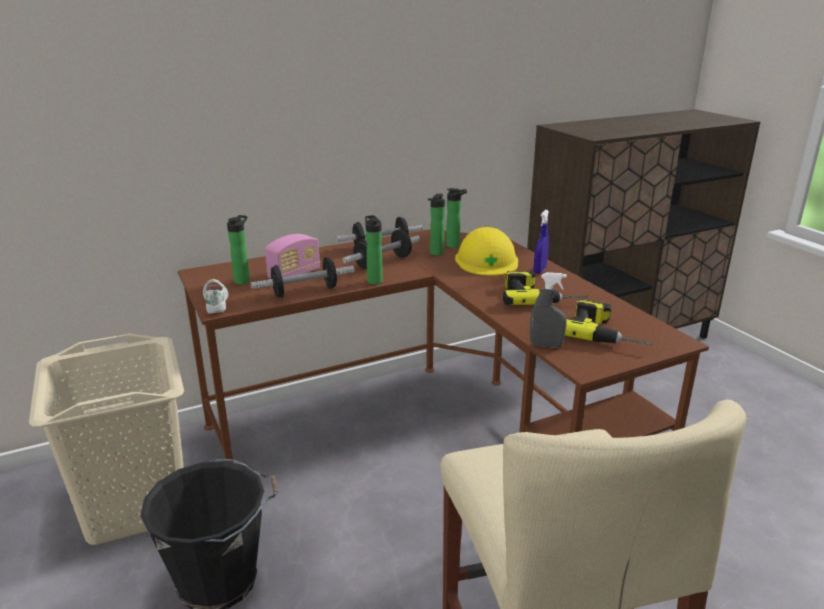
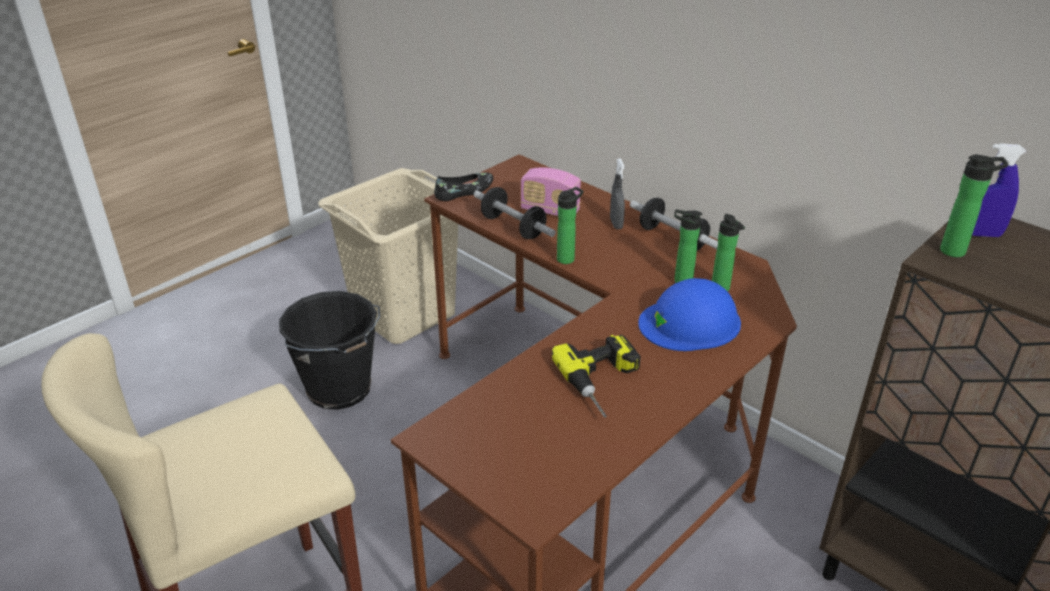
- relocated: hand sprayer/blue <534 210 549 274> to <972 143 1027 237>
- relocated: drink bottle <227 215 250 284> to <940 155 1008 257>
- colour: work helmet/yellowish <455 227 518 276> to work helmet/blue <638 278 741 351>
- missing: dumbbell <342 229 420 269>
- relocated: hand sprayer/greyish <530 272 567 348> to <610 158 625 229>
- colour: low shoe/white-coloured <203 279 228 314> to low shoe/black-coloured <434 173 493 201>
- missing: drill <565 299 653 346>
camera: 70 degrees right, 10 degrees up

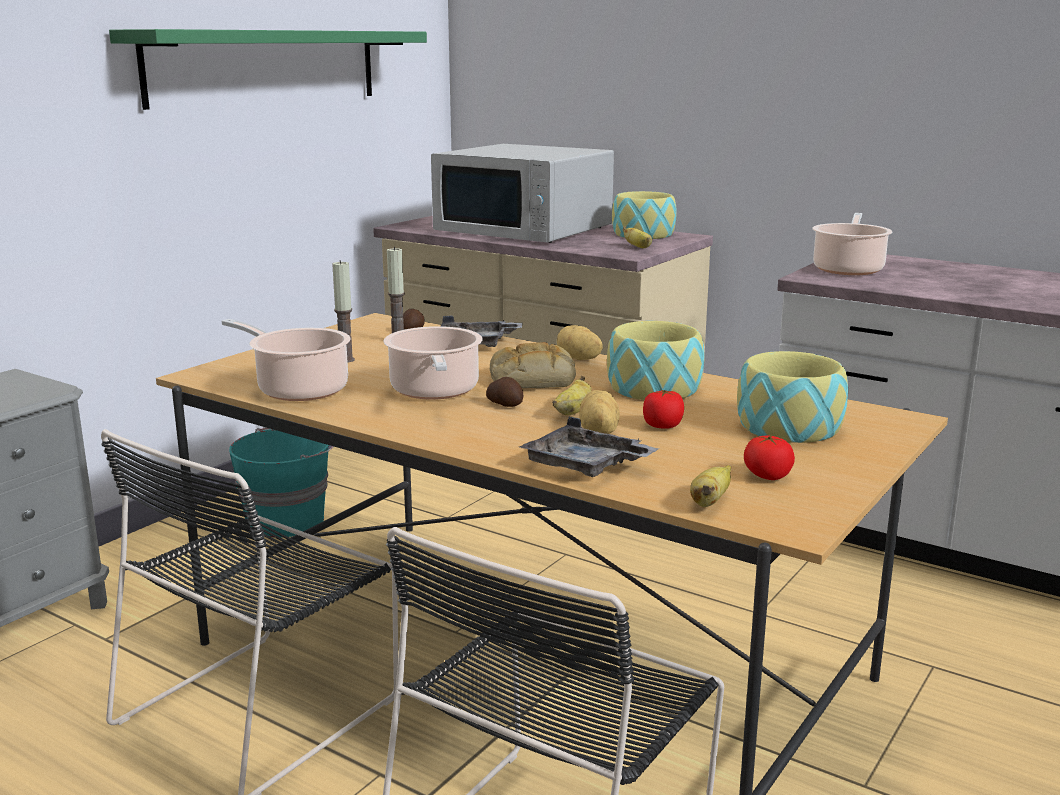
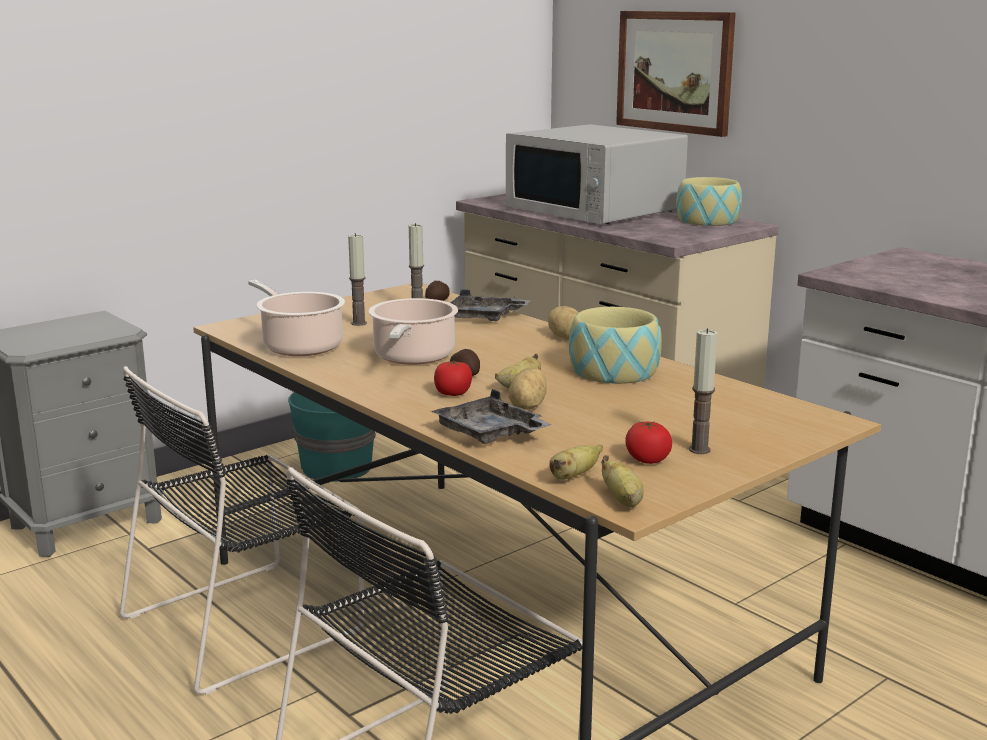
- missing: bracket shelf/green-coloured <109 29 427 110>
- missing: cooking pot <812 213 892 275>
- relocated: banana <623 226 652 248> to <601 455 644 507>
- missing: baked bread <489 342 576 388>
- missing: deep dish <737 351 848 443>
- relocated: whole tomato <643 390 684 429> to <434 360 472 396>
- appeared: wall picture <616 11 736 137>
- appeared: wax light <689 328 717 454>
camera: 15 degrees right, 0 degrees up

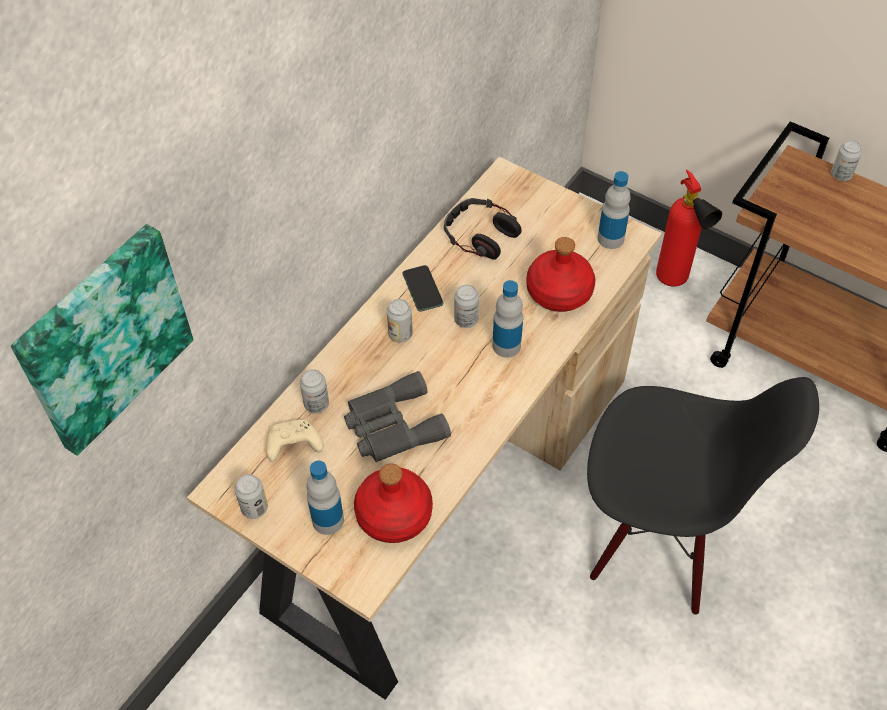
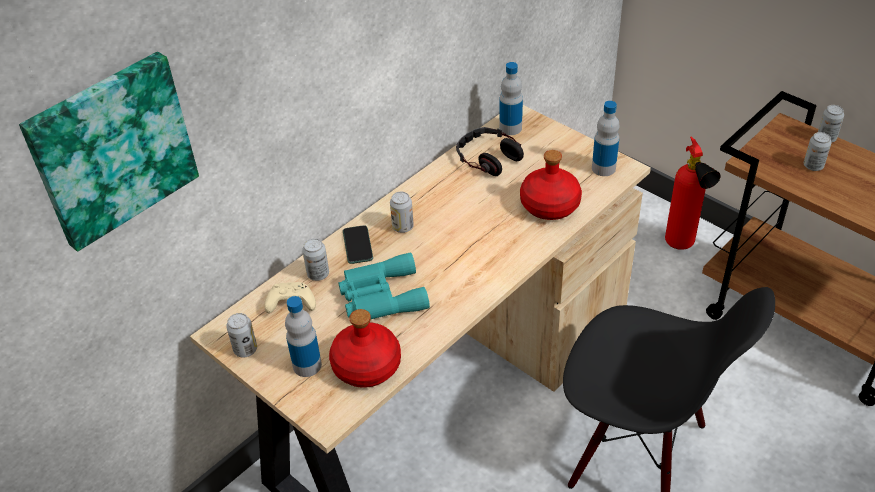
- relocated: telephone <403 265 443 312> to <343 225 373 264>
- relocated: drink bottle <492 280 523 358> to <499 62 523 135>
- relocated: can <454 285 479 328> to <804 132 831 171>
- colour: pair of binoculars/greyish <344 371 451 462> to pair of binoculars/turquoise <338 252 430 319>
camera: 10 degrees right, 10 degrees down

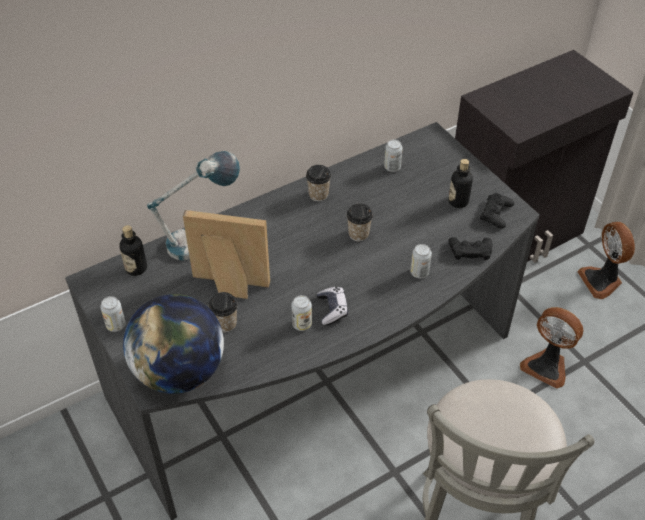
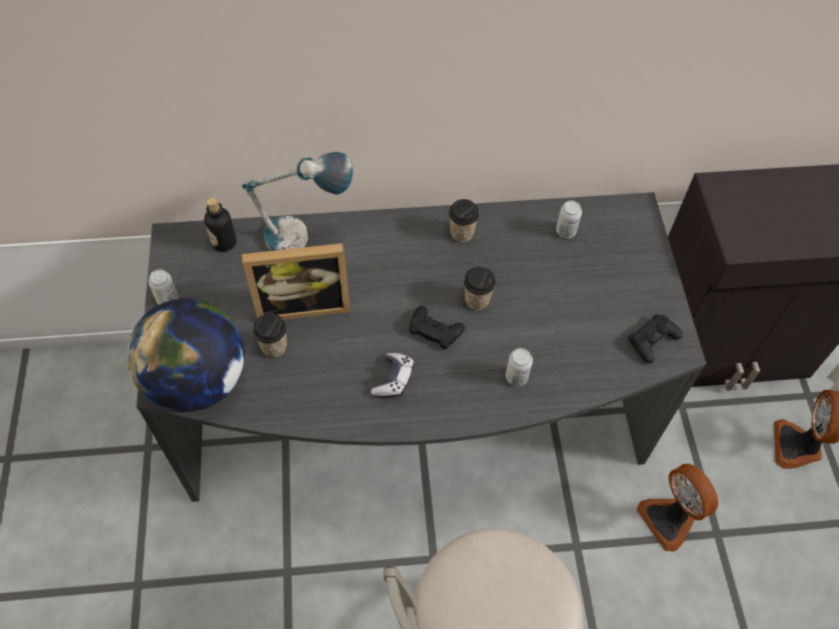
- missing: drink bottle <449 159 473 208>
- spun: picture frame <183 210 270 299> = <242 243 350 320> 135 degrees clockwise
- relocated: joypad/black-coloured <449 237 492 260> to <409 306 465 349>
- missing: can <291 295 312 331>
camera: 25 degrees right, 10 degrees up

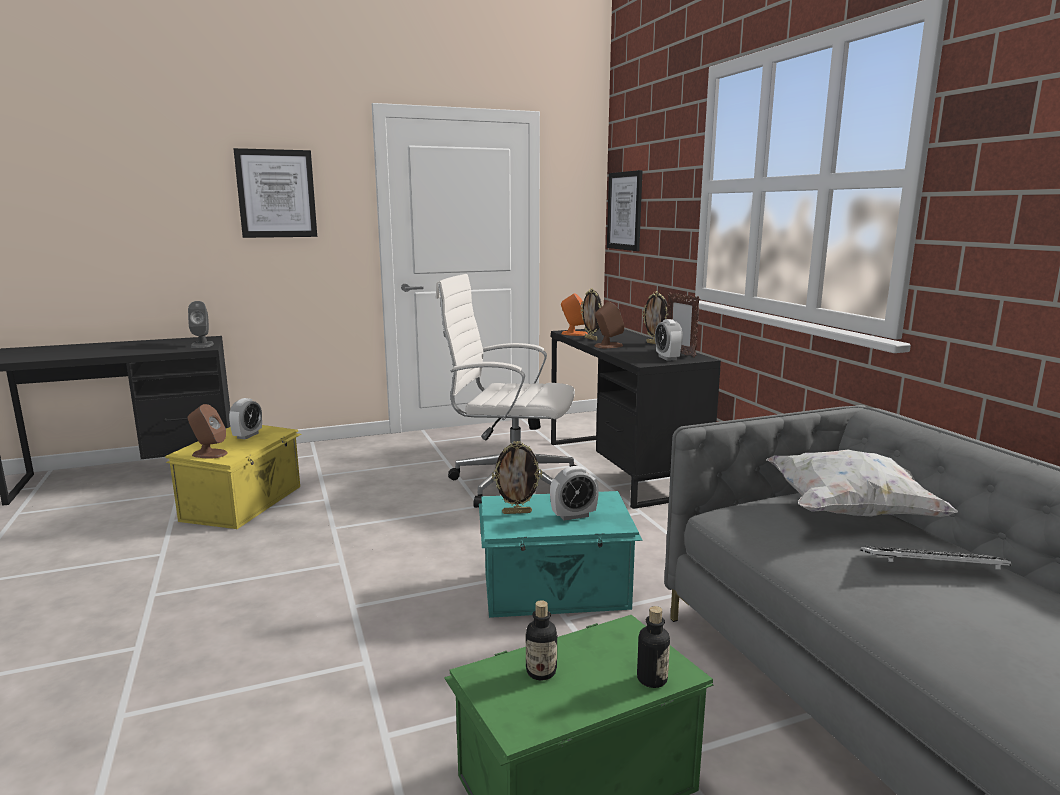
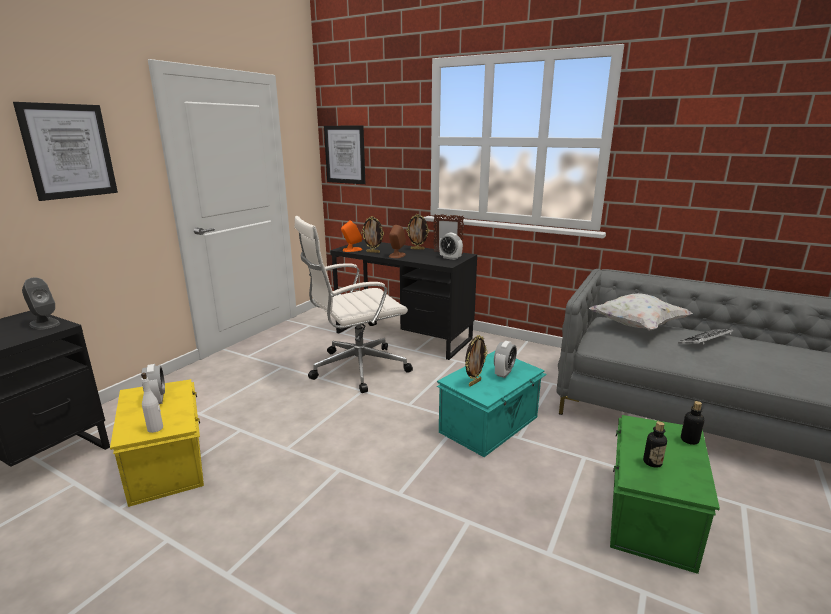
- exchanged: audio speaker/brown-coloured <188 404 227 459> to drink bottle/white-coloured <141 373 163 433>
camera: 40 degrees left, 5 degrees up

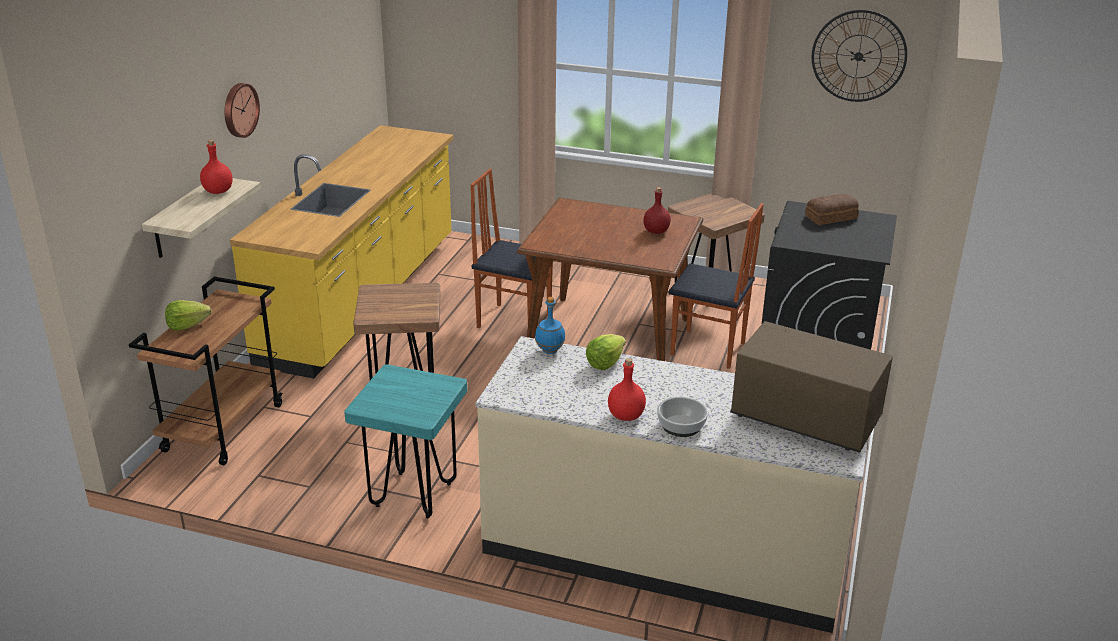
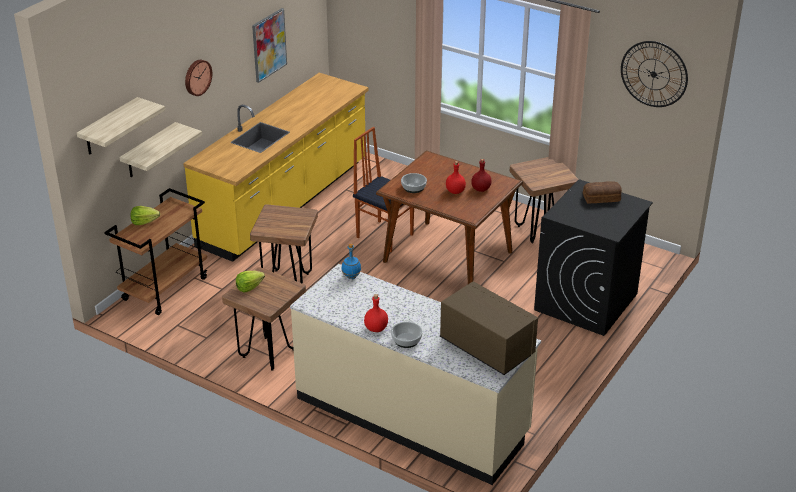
- relocated: drink bottle/red <200 140 233 194> to <446 161 466 194>
- missing: plain chair <669 203 764 369>
- relocated: lettuce <586 334 626 370> to <236 271 265 292>
- colour: stool seat/turquoise <344 365 467 518> to stool seat/brown-coloured <222 267 306 371>
- appeared: wall picture <252 8 287 83>
- appeared: bracket shelf <77 97 165 155>
- appeared: deep dish <401 173 427 193>
camera: 15 degrees right, 5 degrees up

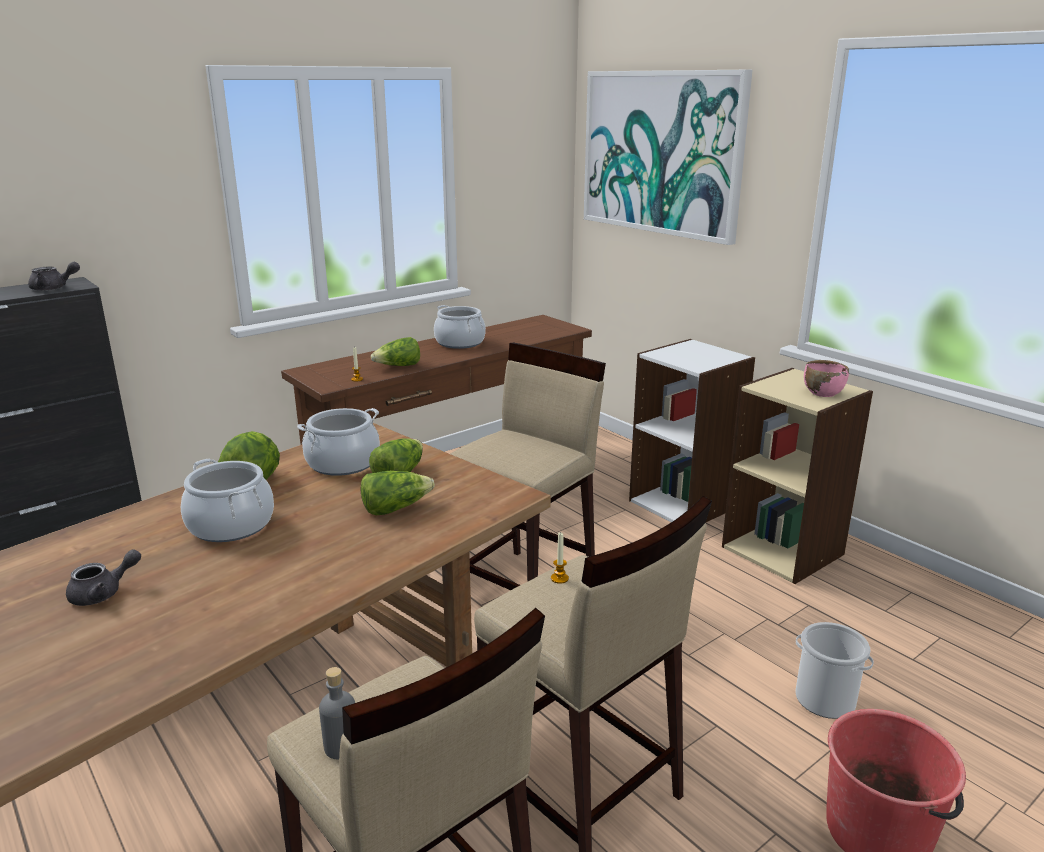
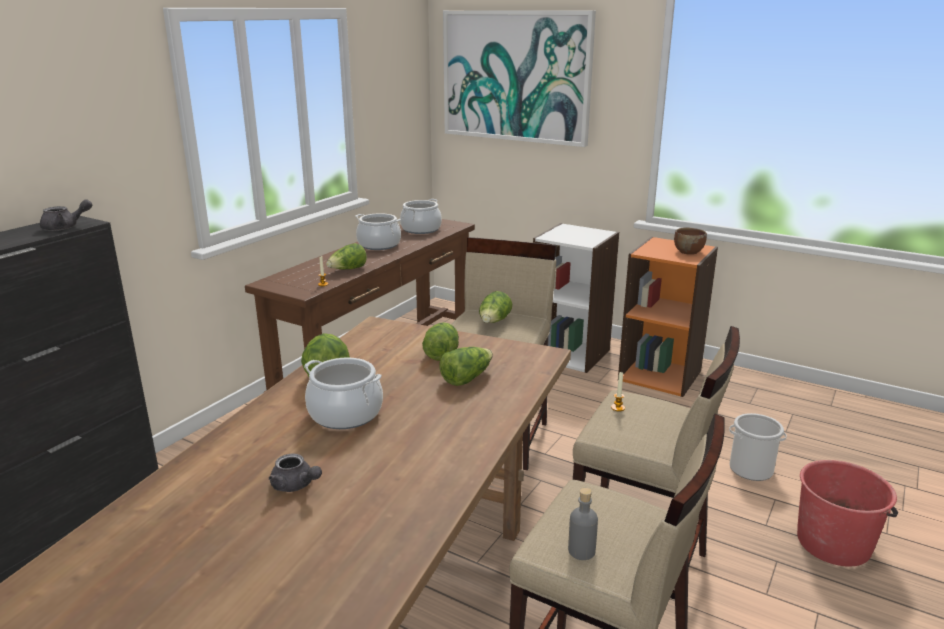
- colour: deep dish/pink-coloured <804 360 849 397> to deep dish/brown-coloured <674 228 707 255>
- colour: bookshelf/beige-coloured <722 368 873 584> to bookshelf/orangey <618 237 718 397>
- relocated: cooking pot <297 408 380 476> to <400 199 442 234>
- spun: teapot/greyish <66 550 141 606> = <269 454 322 492> 90 degrees clockwise
- appeared: lettuce <479 291 512 323>
camera: 20 degrees left, 0 degrees up

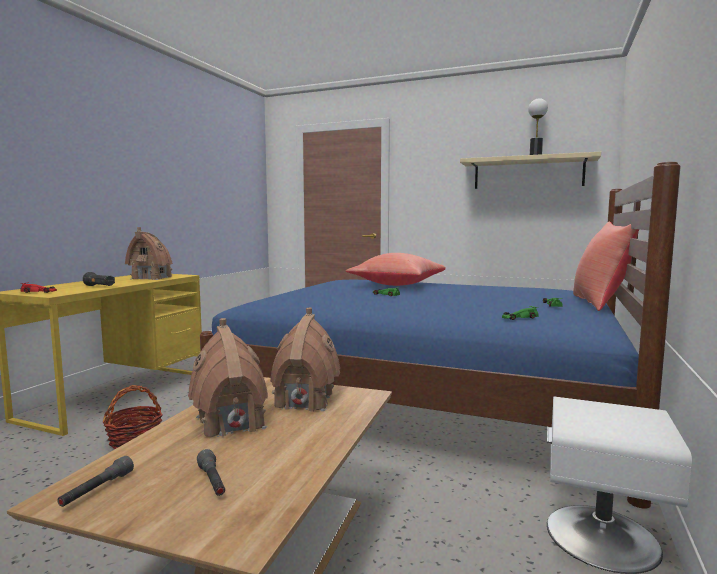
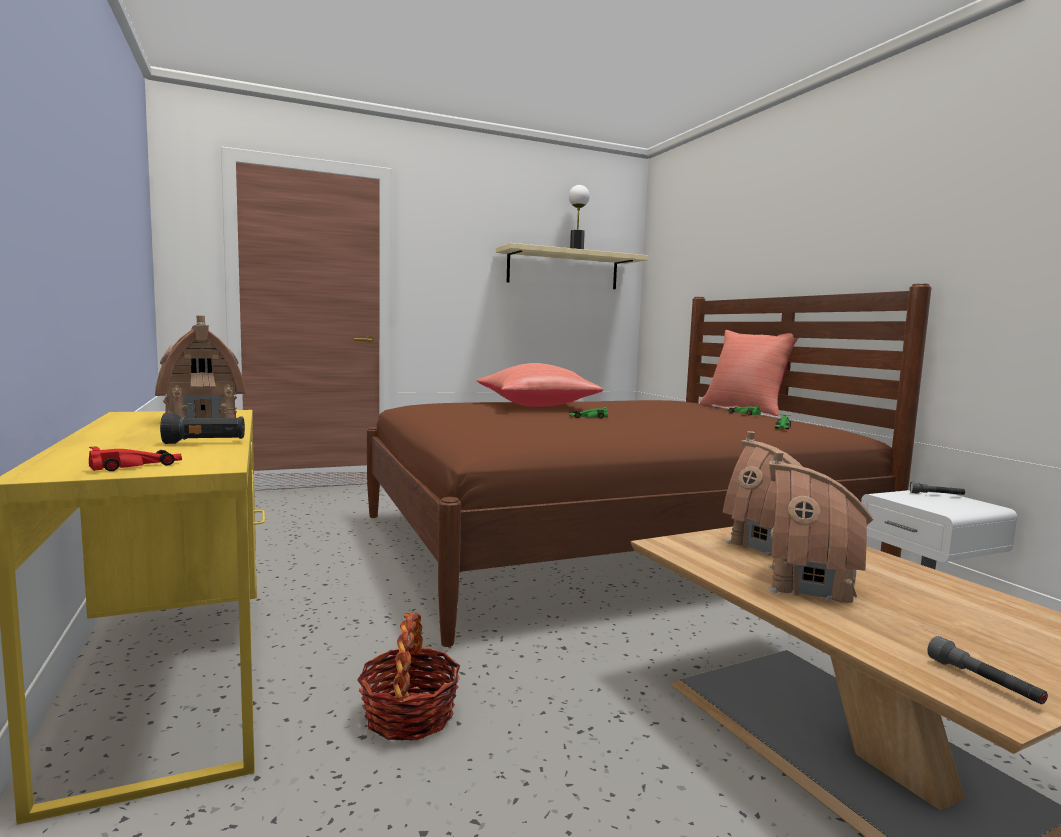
- colour: bedroom bed/blue <200 162 681 509> to bedroom bed/brown-coloured <367 283 932 647>
- relocated: flashlight/greyish <197 449 225 496> to <910 482 965 495>
camera: 45 degrees left, 0 degrees up

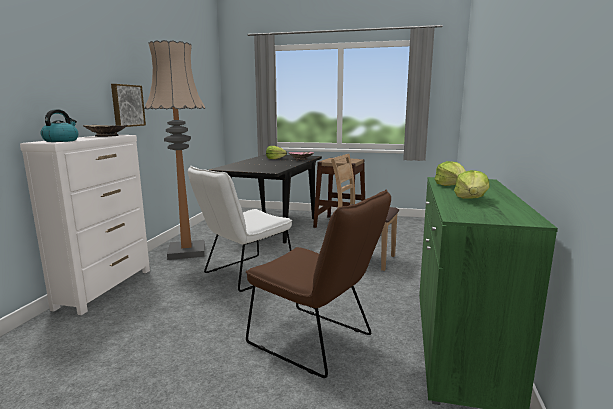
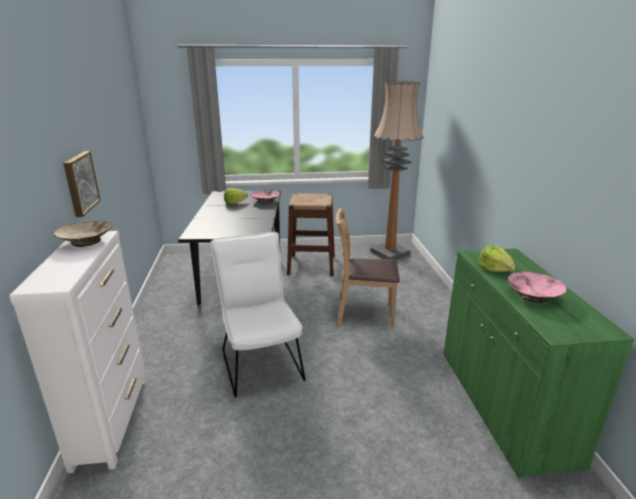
- relocated: standard lamp <144 40 205 260> to <370 81 424 260>
- missing: kettle <40 109 79 142>
- spun: plain chair/white-coloured <188 166 292 292> = <210 232 305 397> 135 degrees clockwise
- exchanged: lettuce <454 170 490 199> to deep dish/pink-coloured <508 271 567 303>
- missing: plain chair/brown-coloured <246 189 391 378>
camera: 20 degrees left, 10 degrees up

